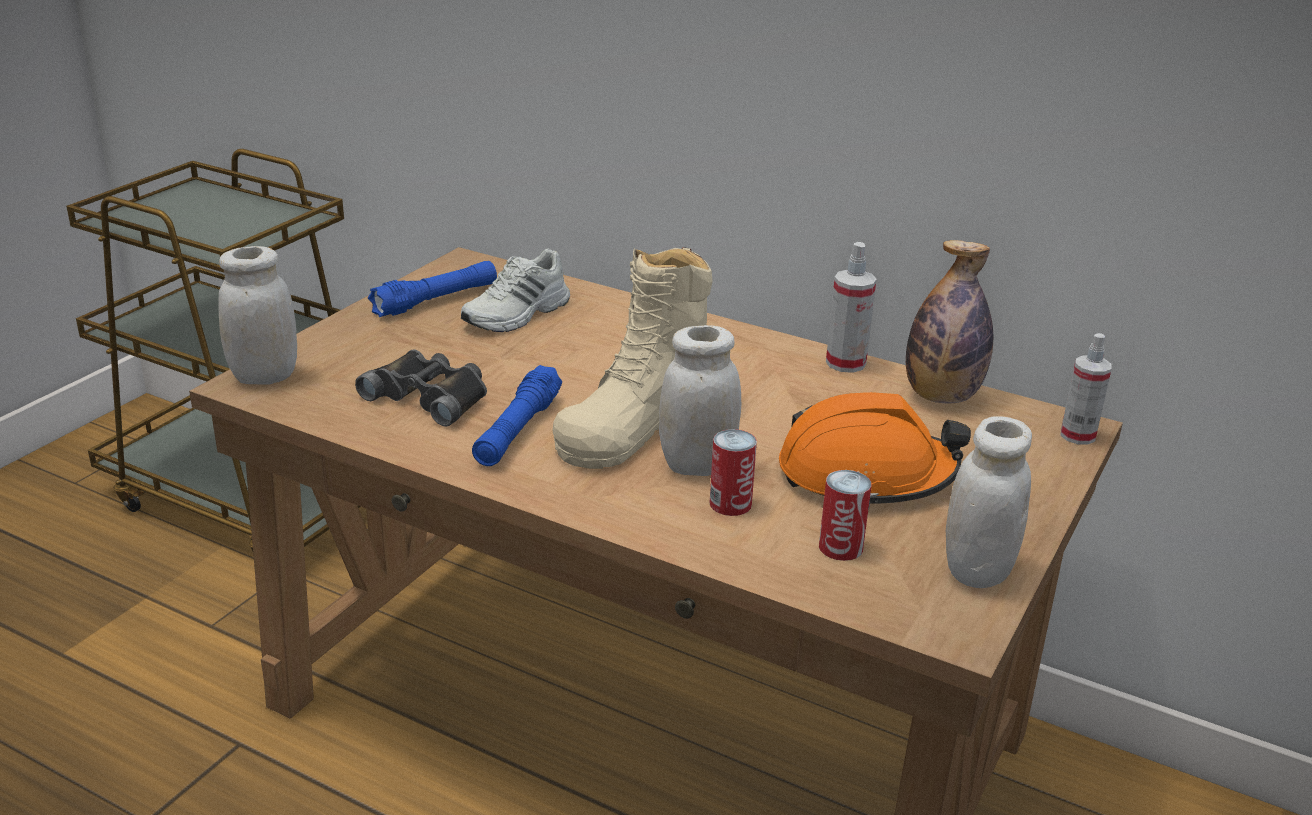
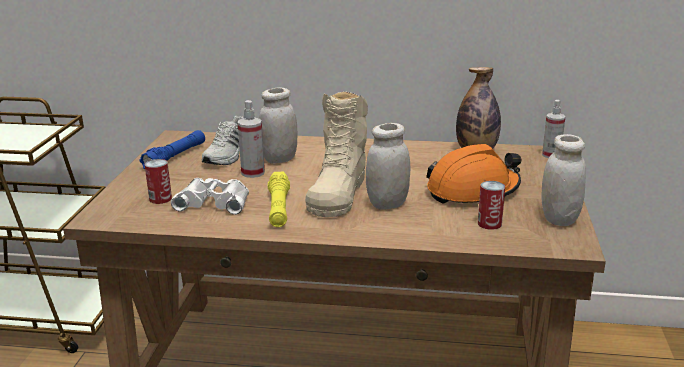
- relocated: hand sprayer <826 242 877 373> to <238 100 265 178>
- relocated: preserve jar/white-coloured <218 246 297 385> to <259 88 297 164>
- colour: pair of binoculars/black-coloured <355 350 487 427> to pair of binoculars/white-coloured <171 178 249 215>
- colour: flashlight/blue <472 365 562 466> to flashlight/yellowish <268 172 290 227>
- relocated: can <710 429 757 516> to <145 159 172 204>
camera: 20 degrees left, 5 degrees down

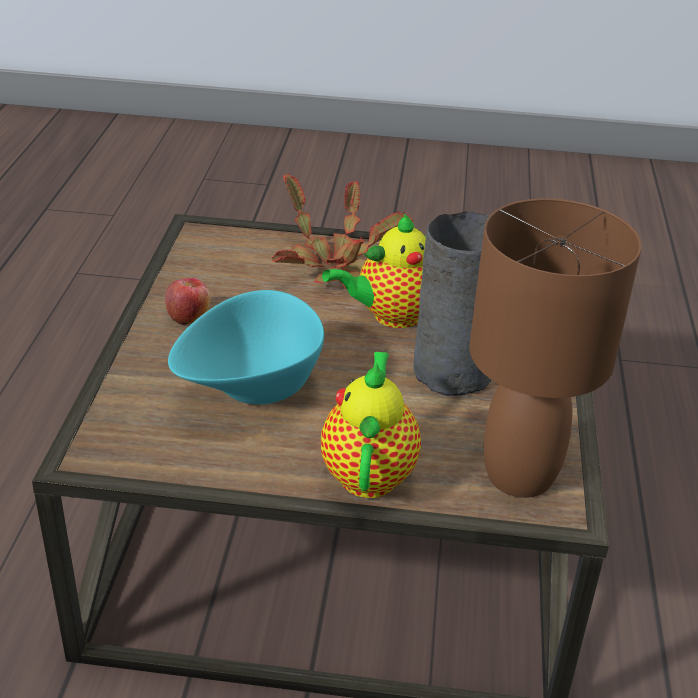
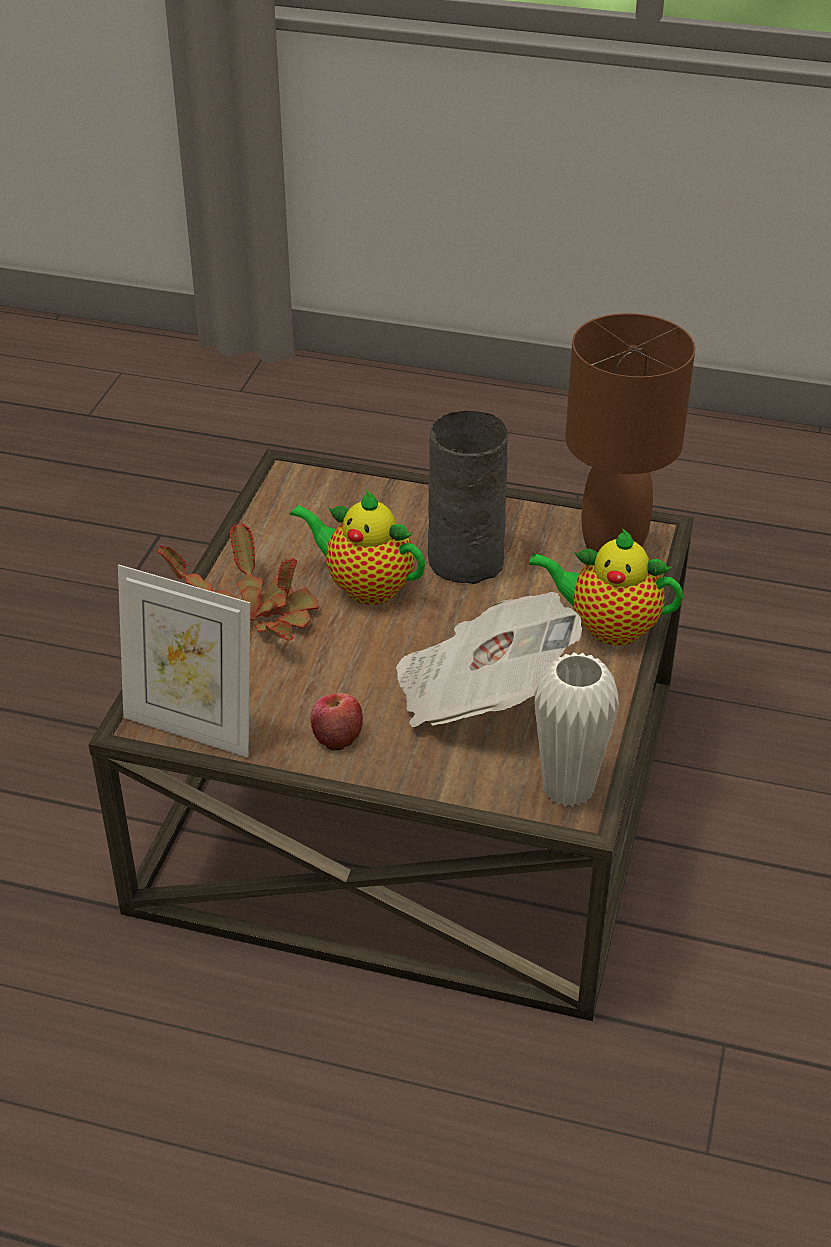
- spun: teapot <322 214 426 328> = <290 489 425 605> 135 degrees clockwise
- exchanged: deep dish/turquoise <168 290 324 405> to daily paper <396 592 582 727>
- appeared: picture frame <118 565 250 758>
- appeared: vase/white-coloured <534 652 619 807>
camera: 80 degrees left, 5 degrees up

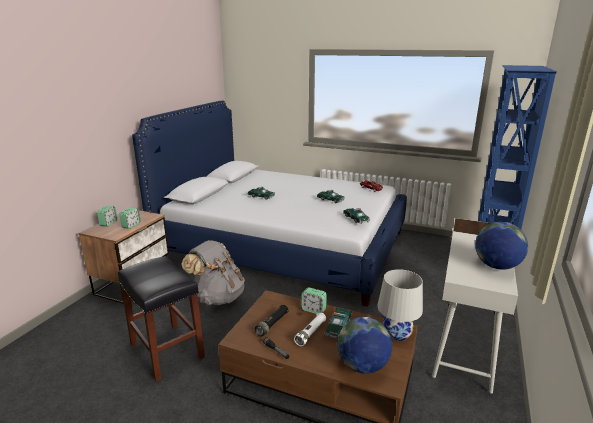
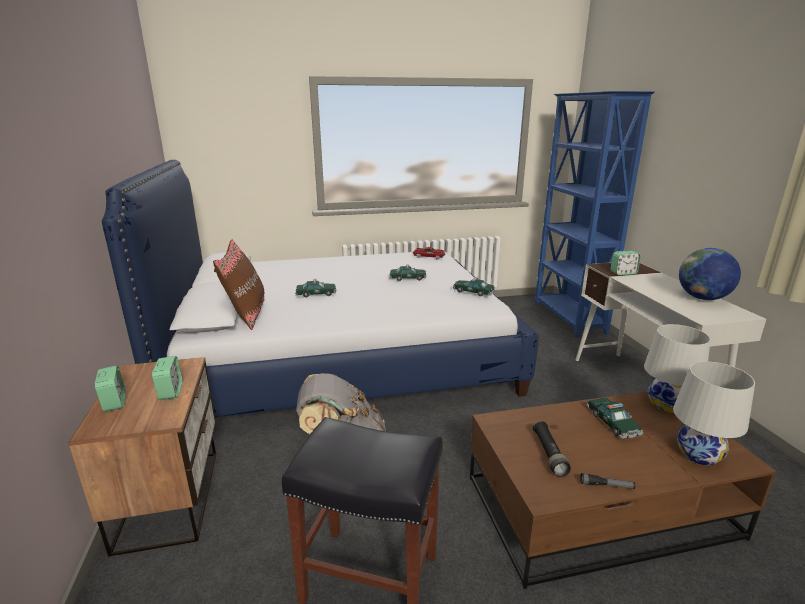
- relocated: bedside clock <301 287 327 314> to <611 251 641 275>
- missing: flashlight/white-coloured <294 313 326 346>
- exchanged: globe <337 317 392 374> to table lamp/white-coloured <673 361 755 465>
- appeared: cushion/brown-coloured <213 239 265 330>
camera: 35 degrees left, 0 degrees up

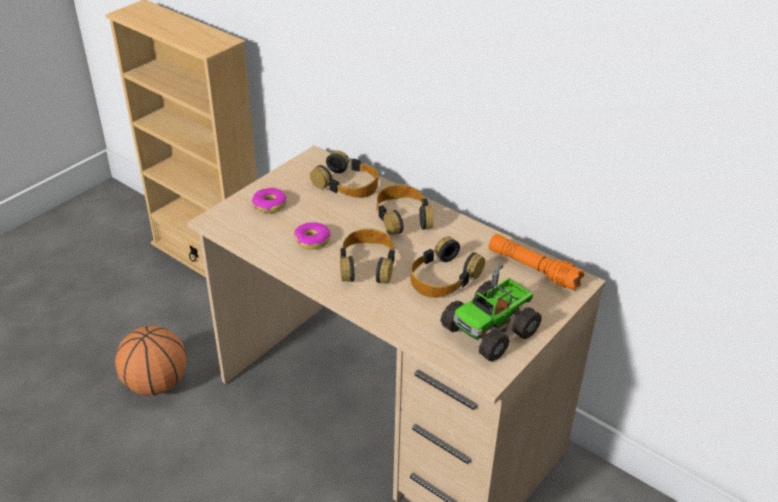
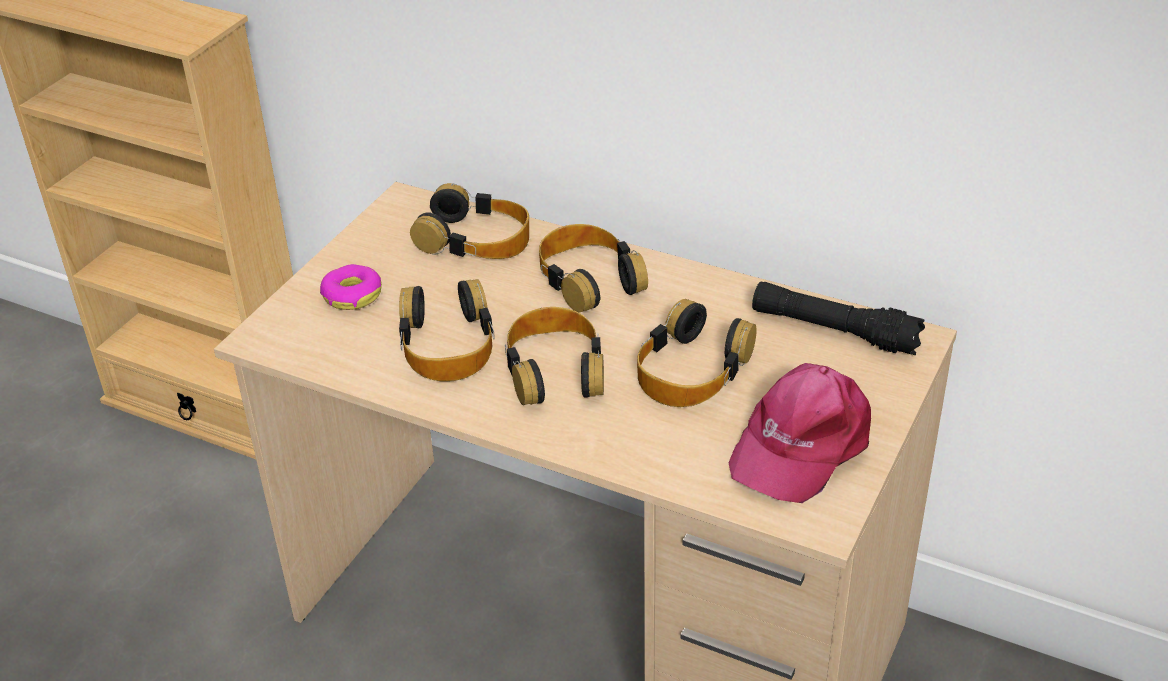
- exchanged: doughnut <294 222 331 250> to headset <399 279 495 382>
- colour: flashlight/orangey <489 234 585 291> to flashlight/black-coloured <752 281 925 355>
- exchanged: toy truck <440 264 542 362> to peaked cap/pink-coloured <729 363 871 503>
- missing: basketball <115 326 187 395>
camera: 10 degrees left, 0 degrees up

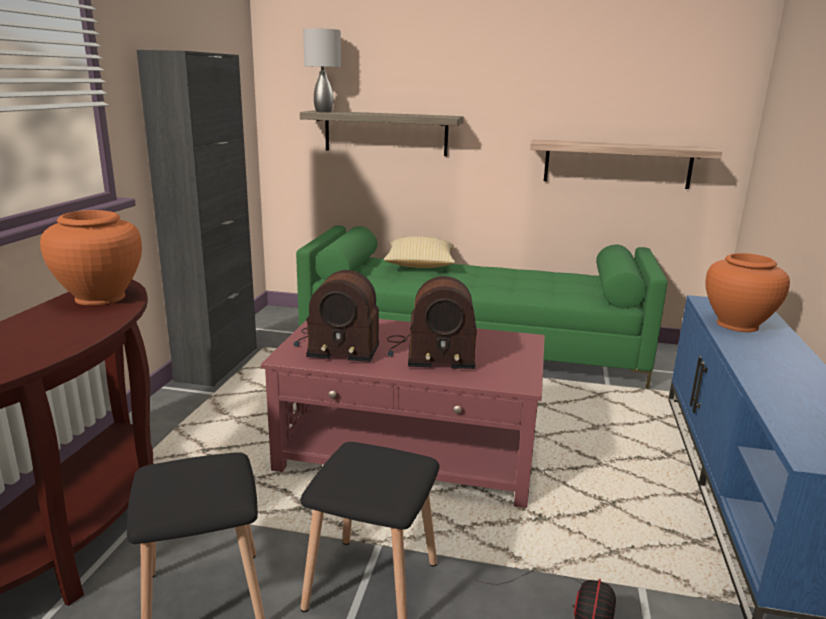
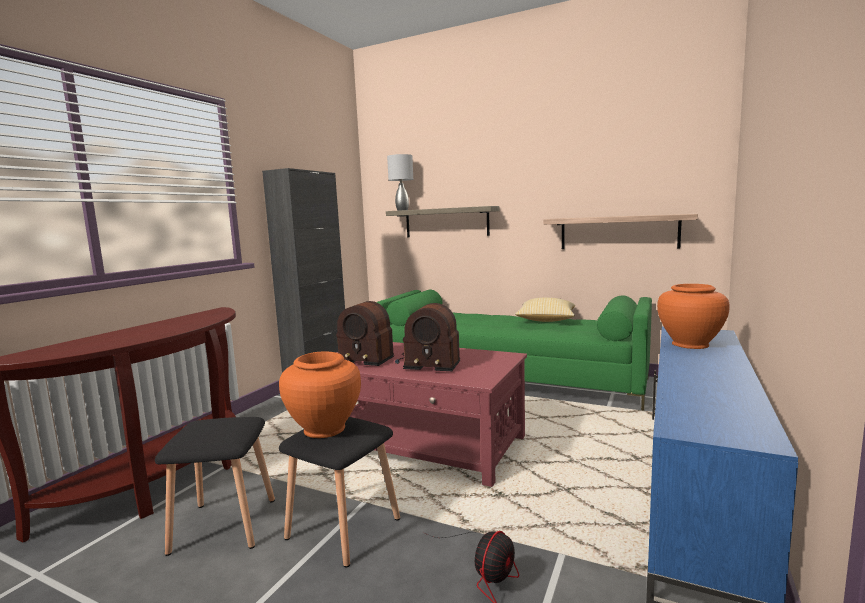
- relocated: vase/orangey <40 210 142 306> to <279 351 361 438>
- relocated: cushion <384 236 455 268> to <515 298 575 322>
camera: 15 degrees right, 10 degrees down

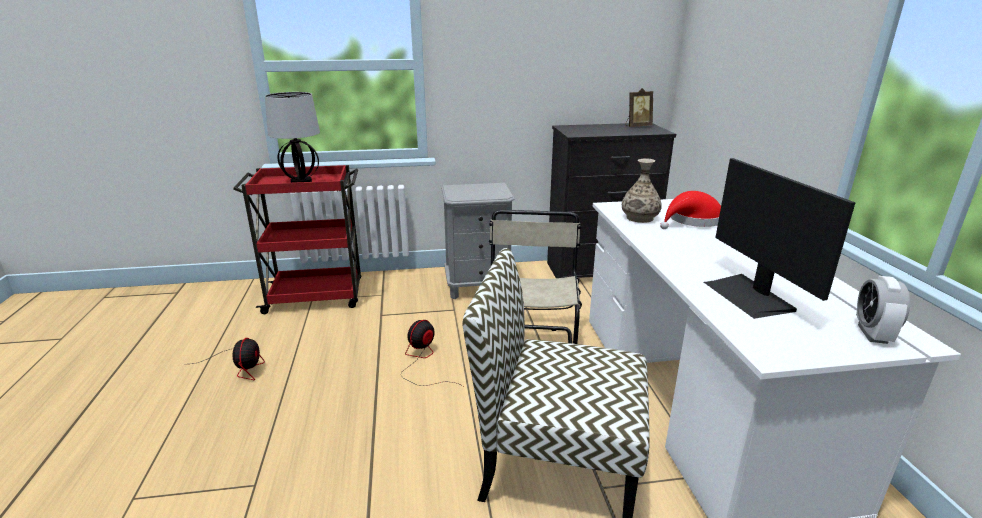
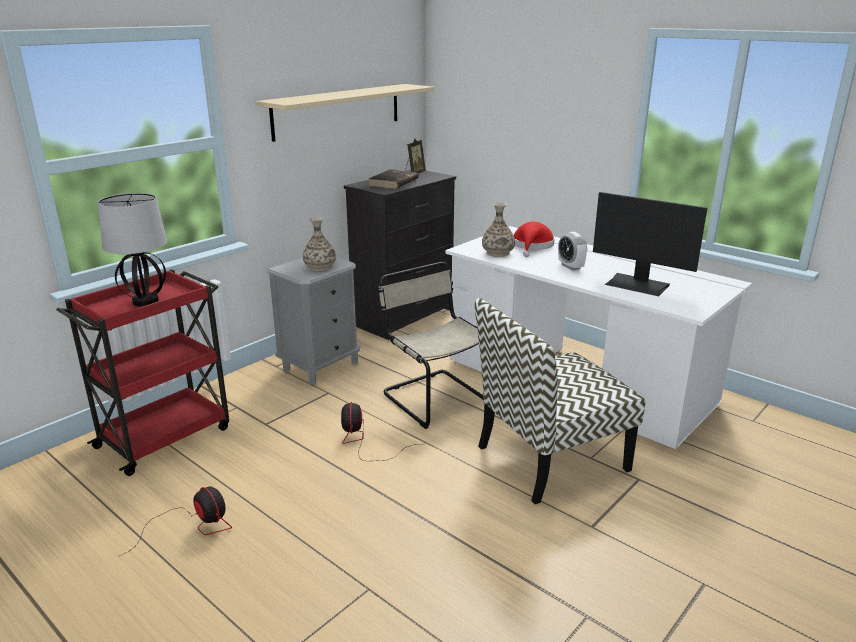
- relocated: bedside clock <856 276 910 344> to <558 232 587 271>
- appeared: bracket shelf/beige-coloured <256 84 434 142>
- appeared: volume/brown-coloured <369 169 419 189>
- appeared: vase <303 217 336 271>
camera: 40 degrees left, 0 degrees up

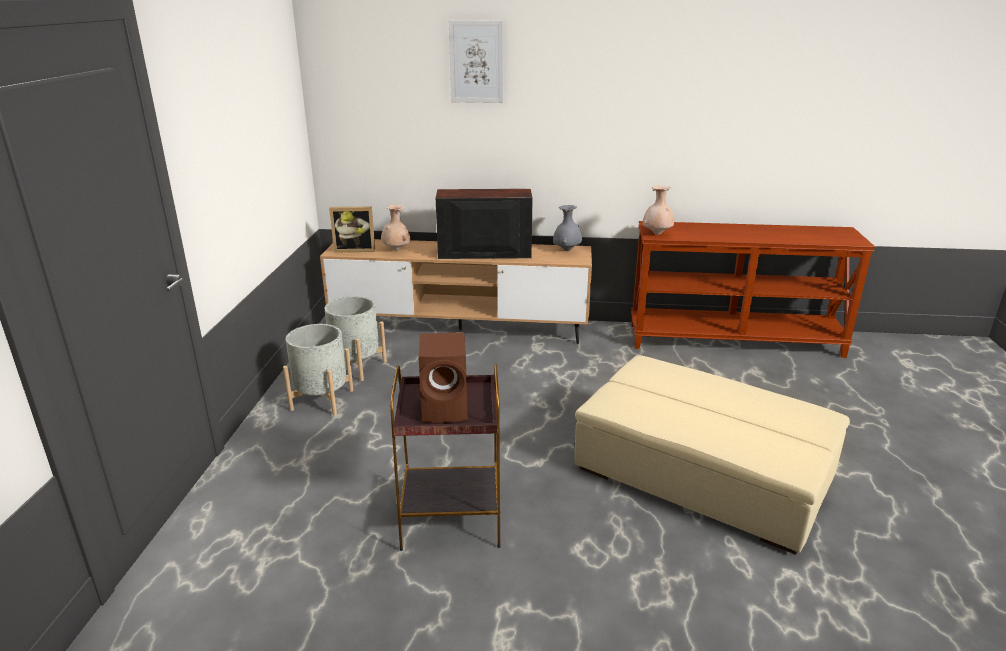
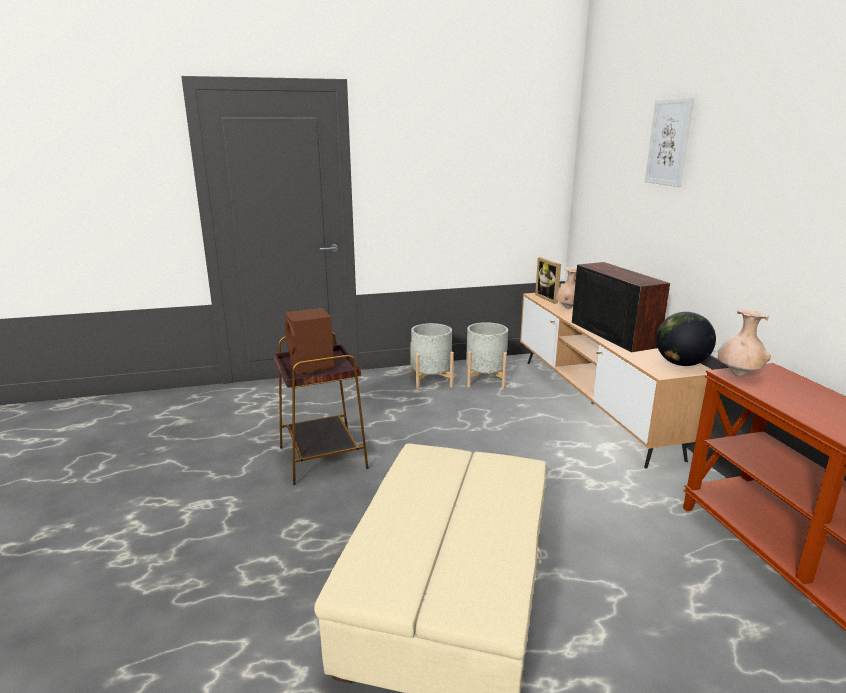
- exchanged: vase/greyish <553 205 582 251> to globe <656 312 716 366>
camera: 70 degrees right, 5 degrees down

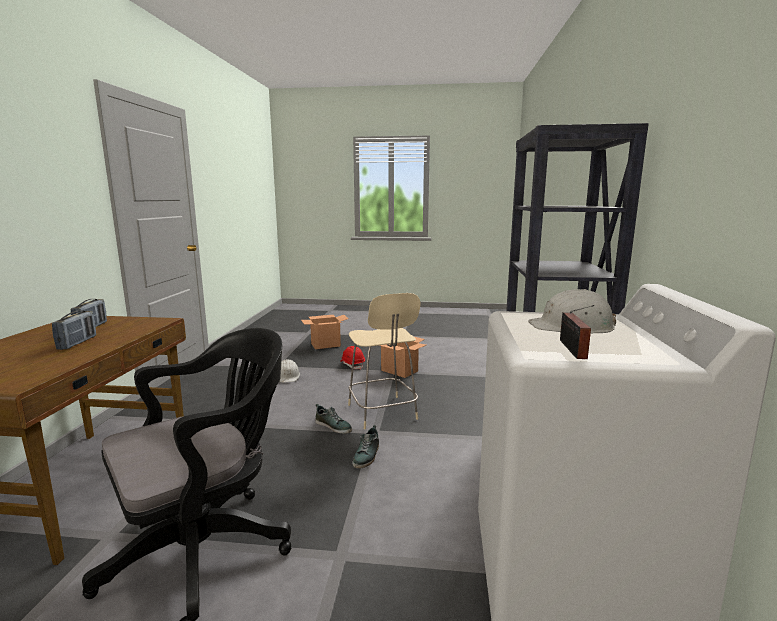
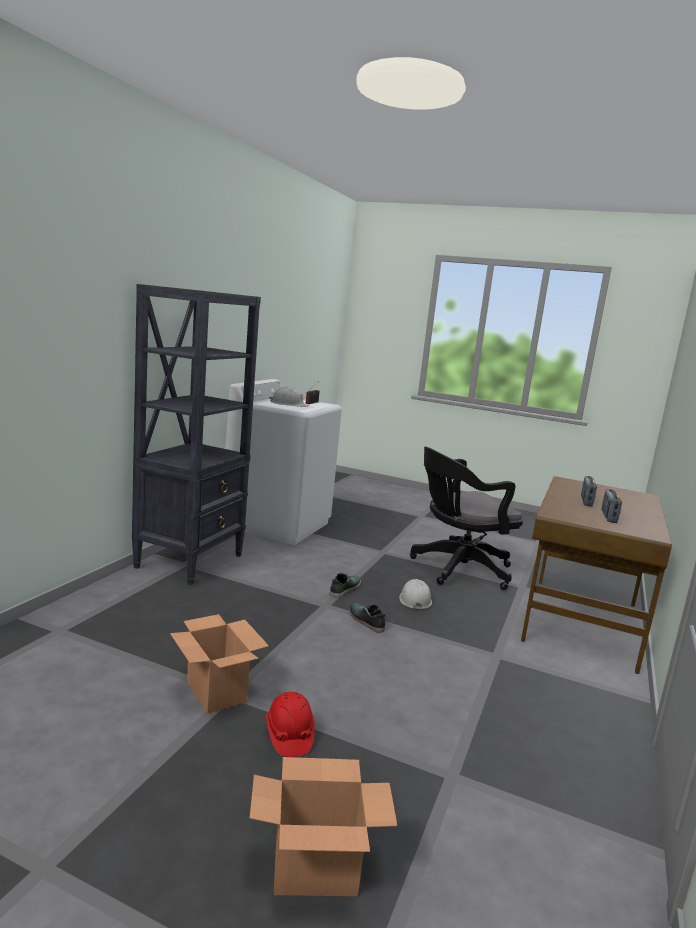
- missing: stool seat/beige-coloured <348 293 420 429>
- relocated: work helmet/white-coloured <279 359 300 382> to <399 579 432 611>
camera: 165 degrees left, 0 degrees up

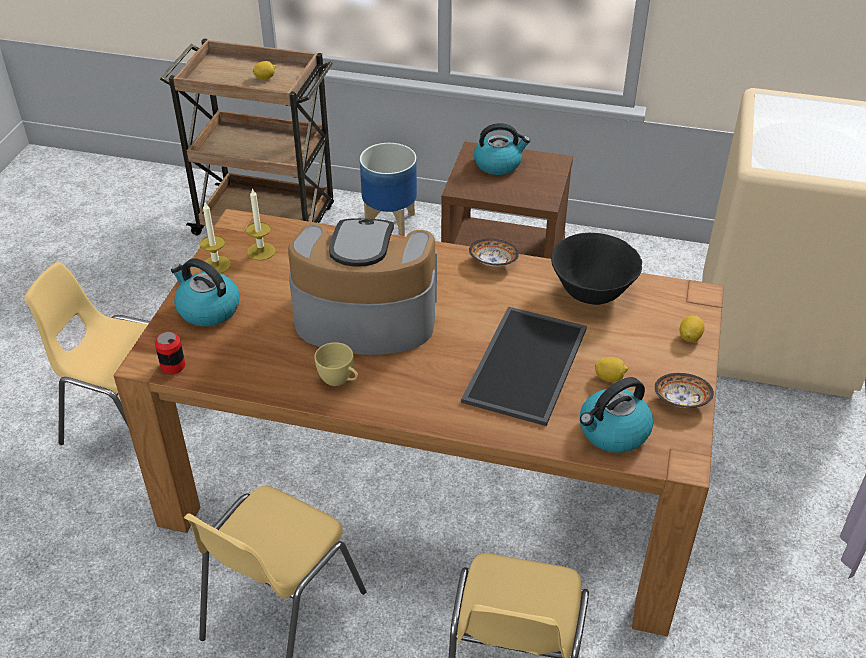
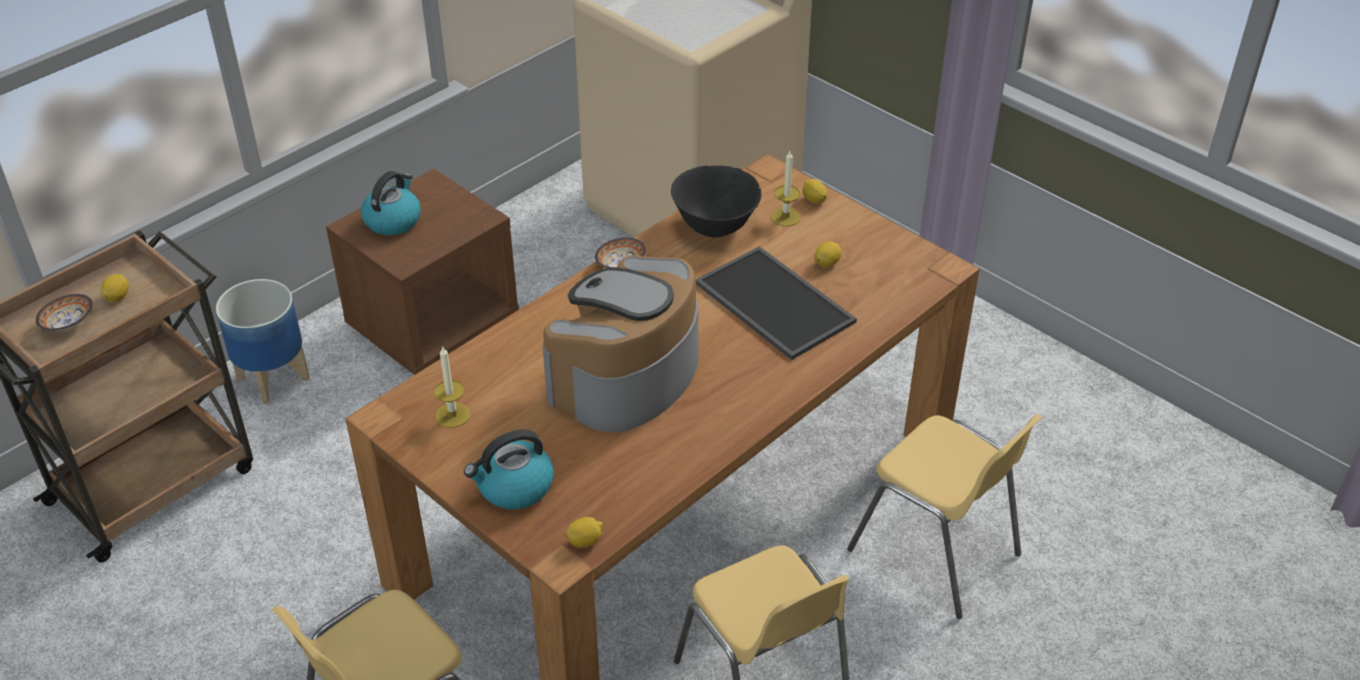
- relocated: wax light <200 202 231 274> to <771 151 801 226>
- exchanged: can <155 332 185 374> to citrus fruit <566 517 603 548>
- missing: cup/yellowish <314 342 358 386>
- relocated: deep dish <654 373 714 408> to <36 294 93 331>
- missing: kettle <580 377 653 453>
camera: 60 degrees left, 0 degrees up

